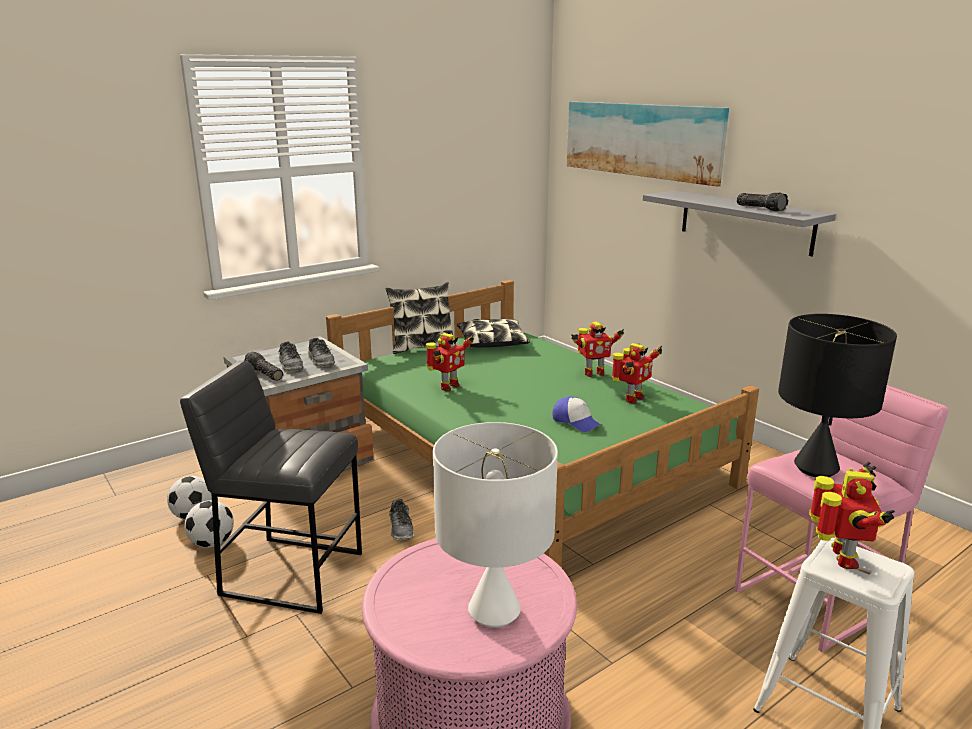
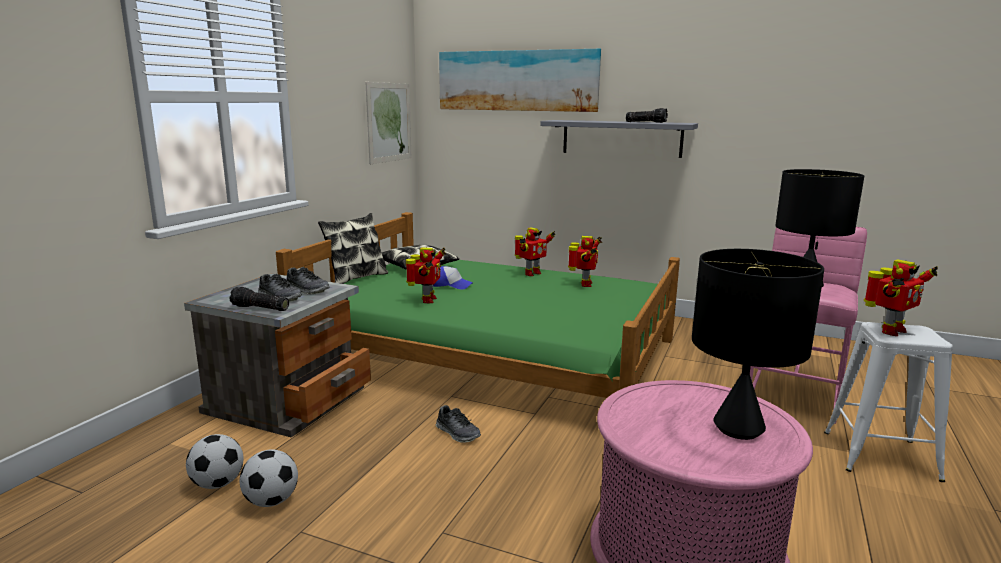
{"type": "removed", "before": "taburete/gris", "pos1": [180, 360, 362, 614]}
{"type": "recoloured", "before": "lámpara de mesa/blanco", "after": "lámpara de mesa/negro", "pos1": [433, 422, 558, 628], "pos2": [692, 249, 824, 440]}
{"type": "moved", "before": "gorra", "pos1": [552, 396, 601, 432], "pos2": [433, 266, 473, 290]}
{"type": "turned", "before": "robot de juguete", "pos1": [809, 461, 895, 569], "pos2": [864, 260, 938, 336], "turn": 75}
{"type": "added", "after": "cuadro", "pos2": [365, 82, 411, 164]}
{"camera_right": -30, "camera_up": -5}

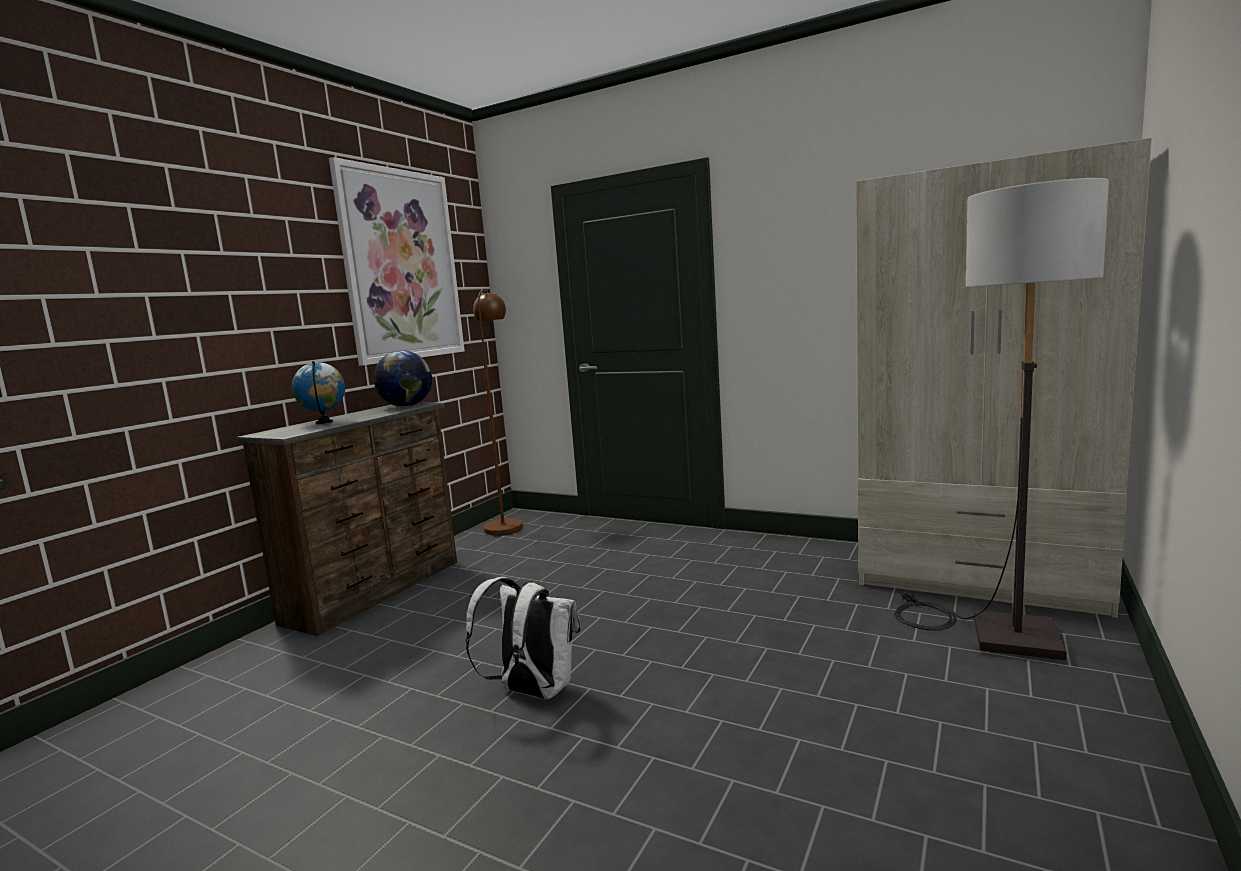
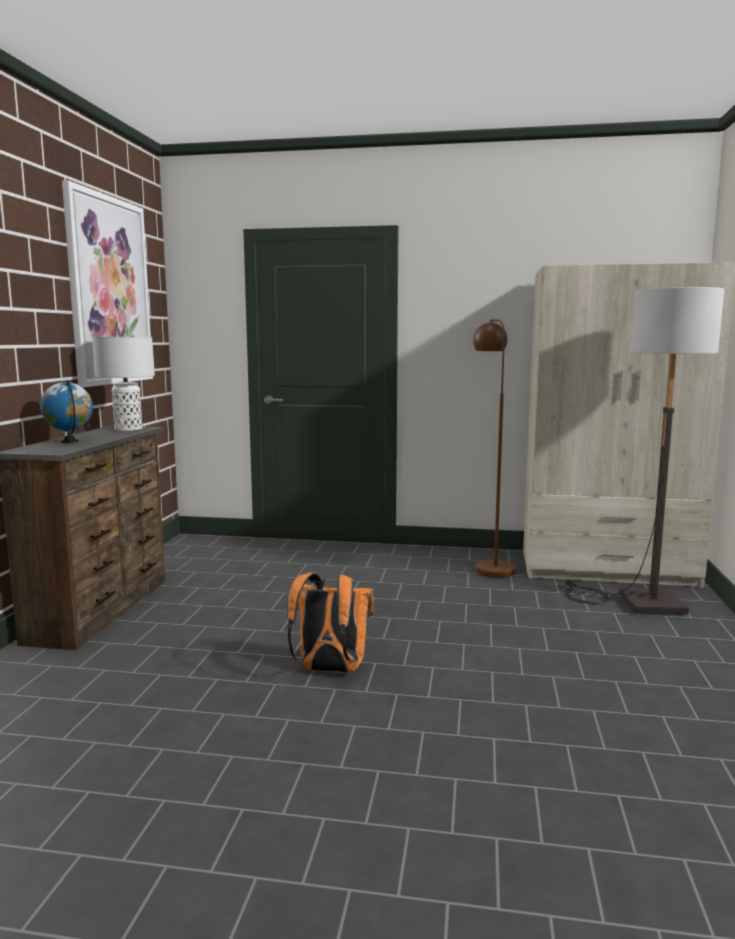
{"type": "replaced", "before": "globo terráqueo", "after": "lámpara de mesa/blanco", "pos1": [373, 350, 432, 407], "pos2": [92, 337, 155, 431]}
{"type": "recoloured", "before": "mochila/blanco", "after": "mochila/naranja", "pos1": [465, 577, 581, 699], "pos2": [287, 572, 374, 673]}
{"type": "moved", "before": "lámpara de pie/marrón", "pos1": [473, 290, 523, 536], "pos2": [473, 319, 516, 578]}
{"camera_right": -20, "camera_up": 0}

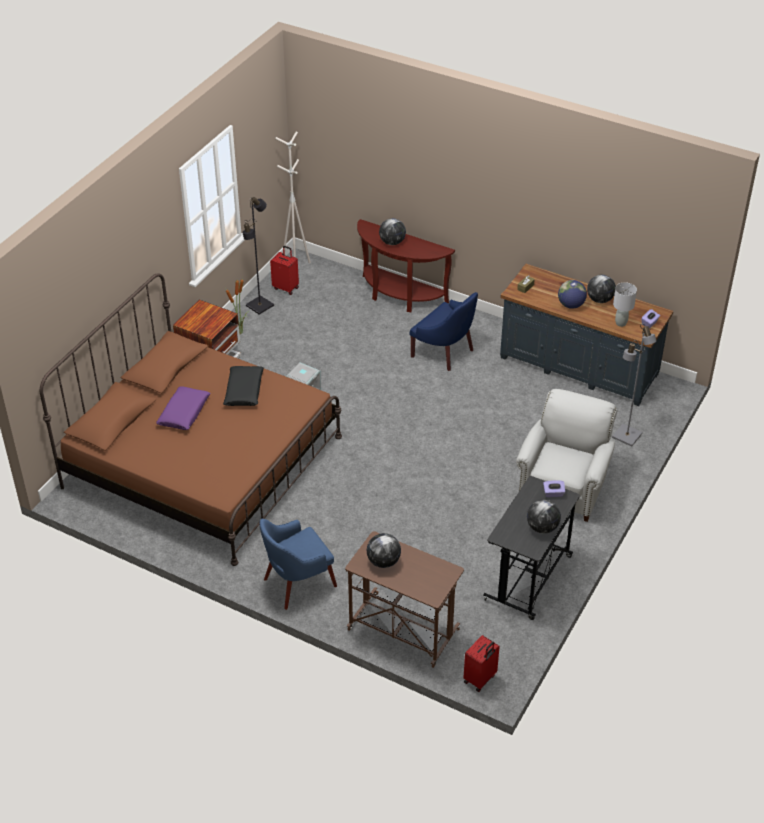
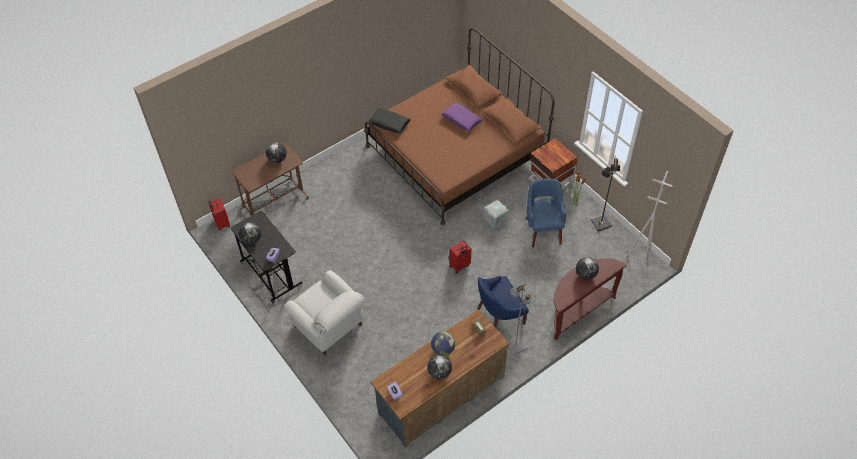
{"type": "moved", "before": "cojín/negro", "pos1": [223, 366, 264, 406], "pos2": [369, 108, 411, 134]}
{"type": "moved", "before": "sillón/azul", "pos1": [260, 519, 337, 610], "pos2": [526, 178, 566, 248]}
{"type": "moved", "before": "maleta/rojo", "pos1": [270, 246, 299, 295], "pos2": [449, 241, 472, 274]}
{"type": "moved", "before": "lámpara de pie/gris", "pos1": [612, 323, 657, 446], "pos2": [508, 283, 532, 356]}
{"type": "removed", "before": "lámpara de mesa/gris", "pos1": [613, 282, 637, 327]}
{"camera_right": 115, "camera_up": 10}

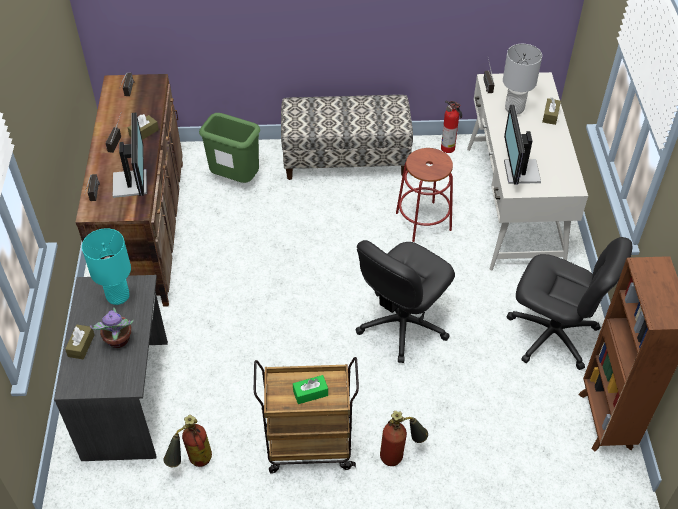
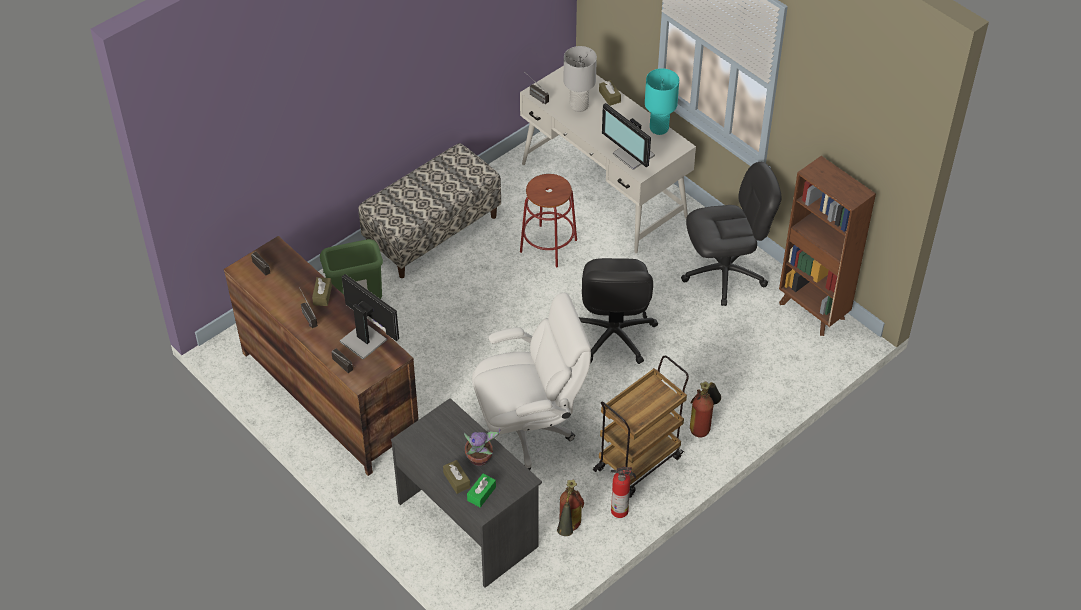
{"type": "moved", "before": "lámpara de mesa/turquesa", "pos1": [82, 228, 131, 305], "pos2": [645, 68, 679, 135]}
{"type": "moved", "before": "caja de pañuelos/verde", "pos1": [293, 375, 328, 404], "pos2": [467, 474, 496, 507]}
{"type": "moved", "before": "extintor", "pos1": [441, 100, 462, 153], "pos2": [611, 466, 636, 518]}
{"type": "added", "after": "silla de oficina/blanco", "pos2": [472, 293, 591, 470]}
{"camera_right": -40, "camera_up": 0}

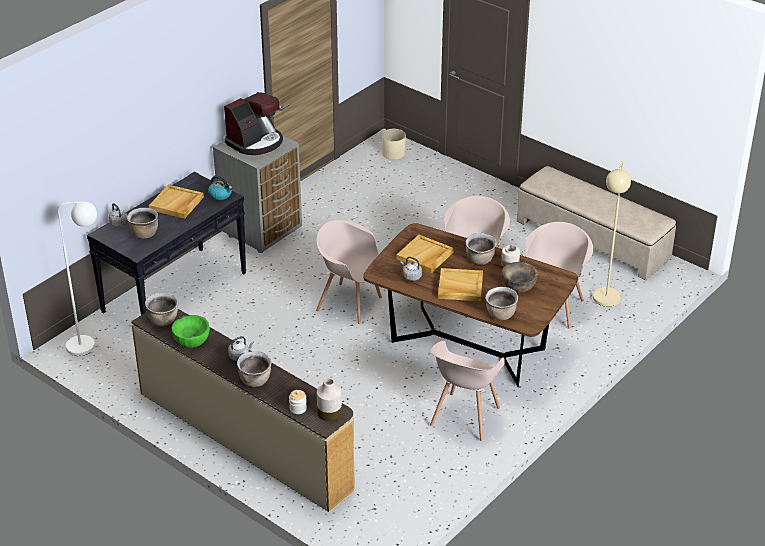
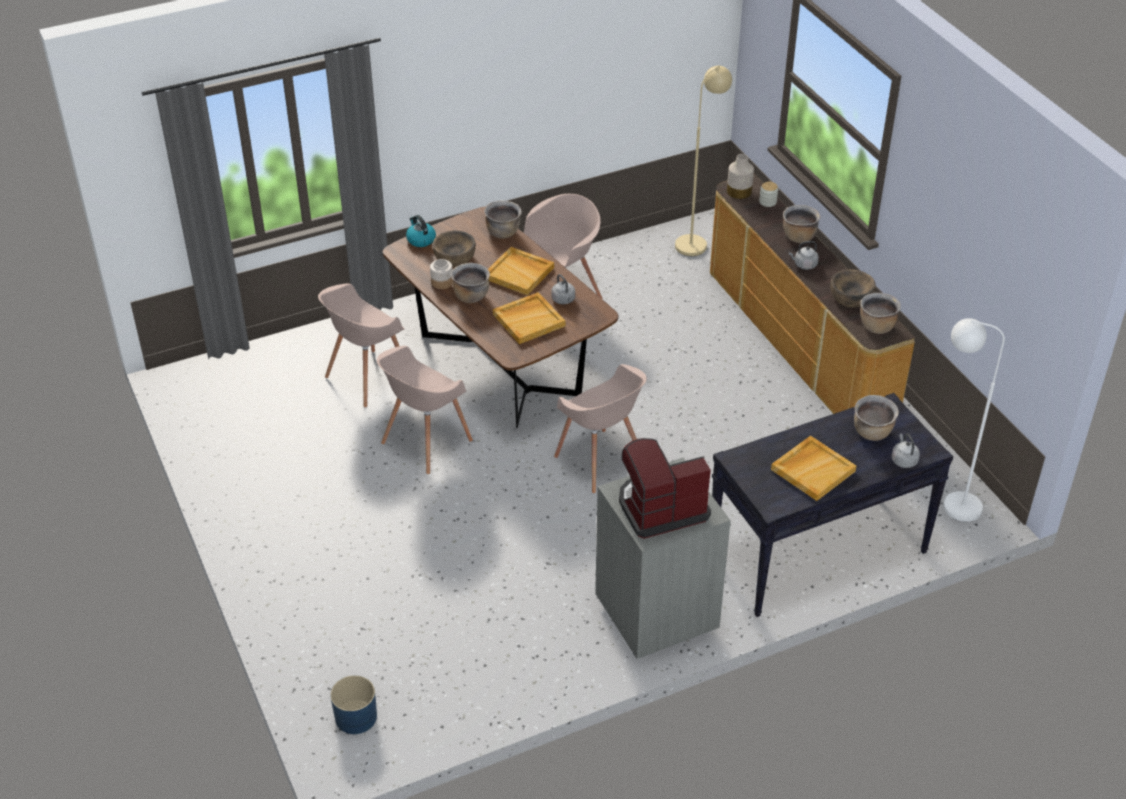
{"type": "recoloured", "before": "cuenco/verde", "after": "cuenco/marrón", "pos1": [171, 315, 210, 348], "pos2": [830, 269, 875, 308]}
{"type": "moved", "before": "hervidor", "pos1": [208, 175, 232, 200], "pos2": [406, 215, 436, 247]}
{"type": "recoloured", "before": "maceta/beis", "after": "maceta/azul", "pos1": [382, 129, 406, 160], "pos2": [330, 675, 377, 734]}
{"type": "removed", "before": "banco/beis", "pos1": [517, 166, 676, 280]}
{"type": "moved", "before": "lámpara de pie/beis", "pos1": [593, 161, 631, 307], "pos2": [675, 65, 732, 256]}
{"camera_right": -155, "camera_up": 5}

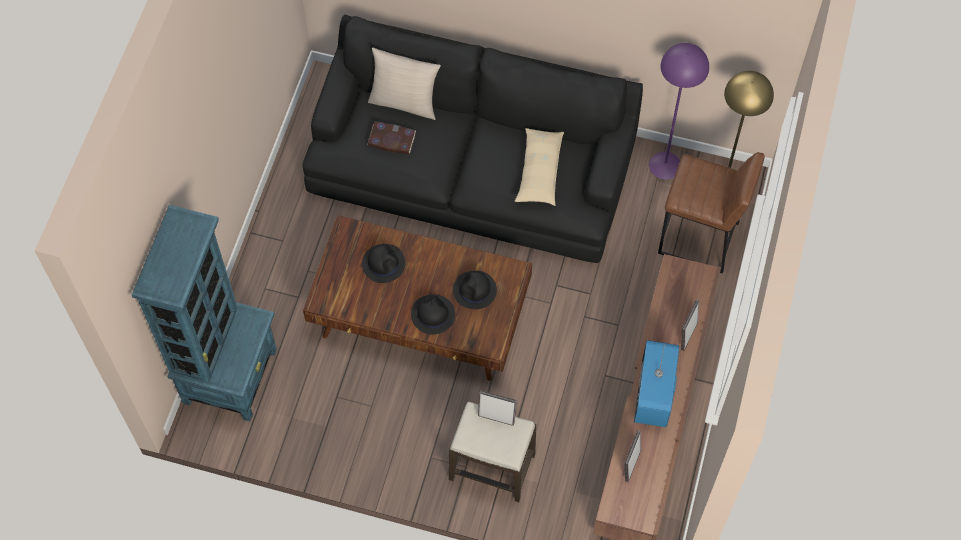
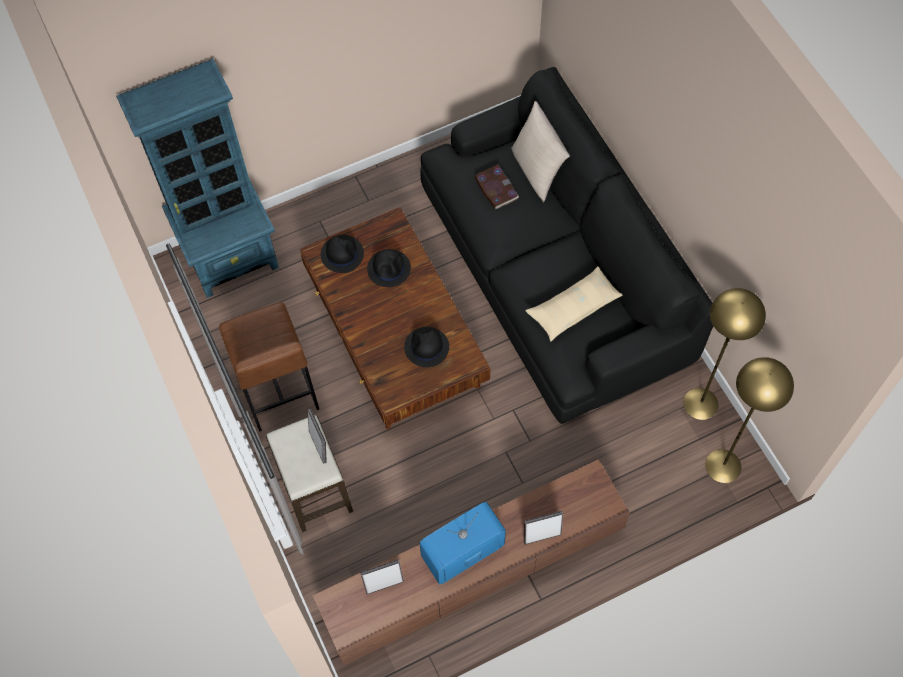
{"type": "moved", "before": "sombrero/negro", "pos1": [411, 294, 455, 334], "pos2": [321, 235, 364, 273]}
{"type": "recoloured", "before": "lámpara de pie/morado", "after": "lámpara de pie/amarillo", "pos1": [649, 43, 709, 180], "pos2": [683, 288, 766, 420]}
{"type": "moved", "before": "taburete/marrón", "pos1": [658, 152, 765, 274], "pos2": [219, 302, 319, 432]}
{"camera_right": 50, "camera_up": 0}

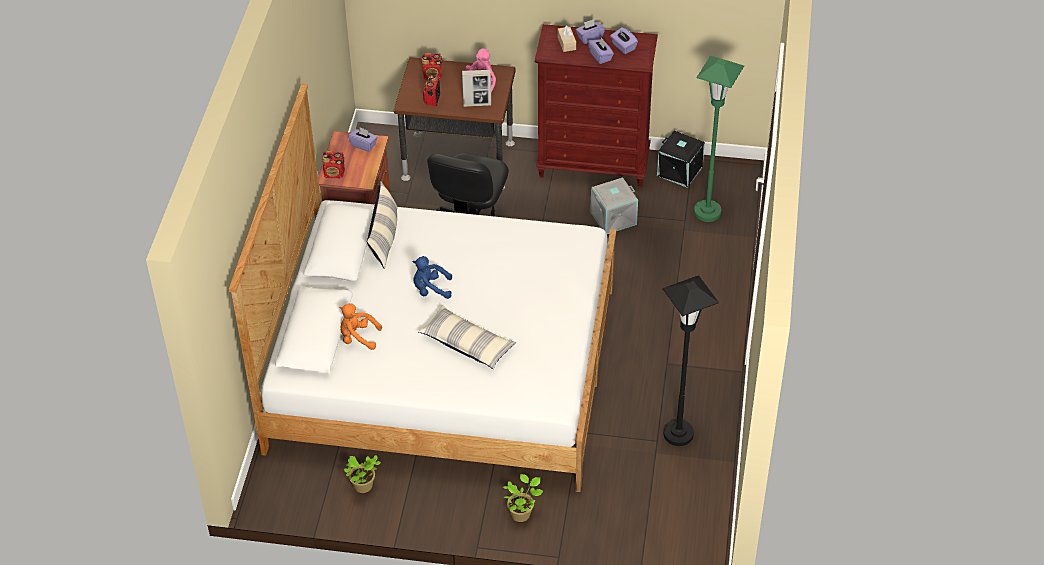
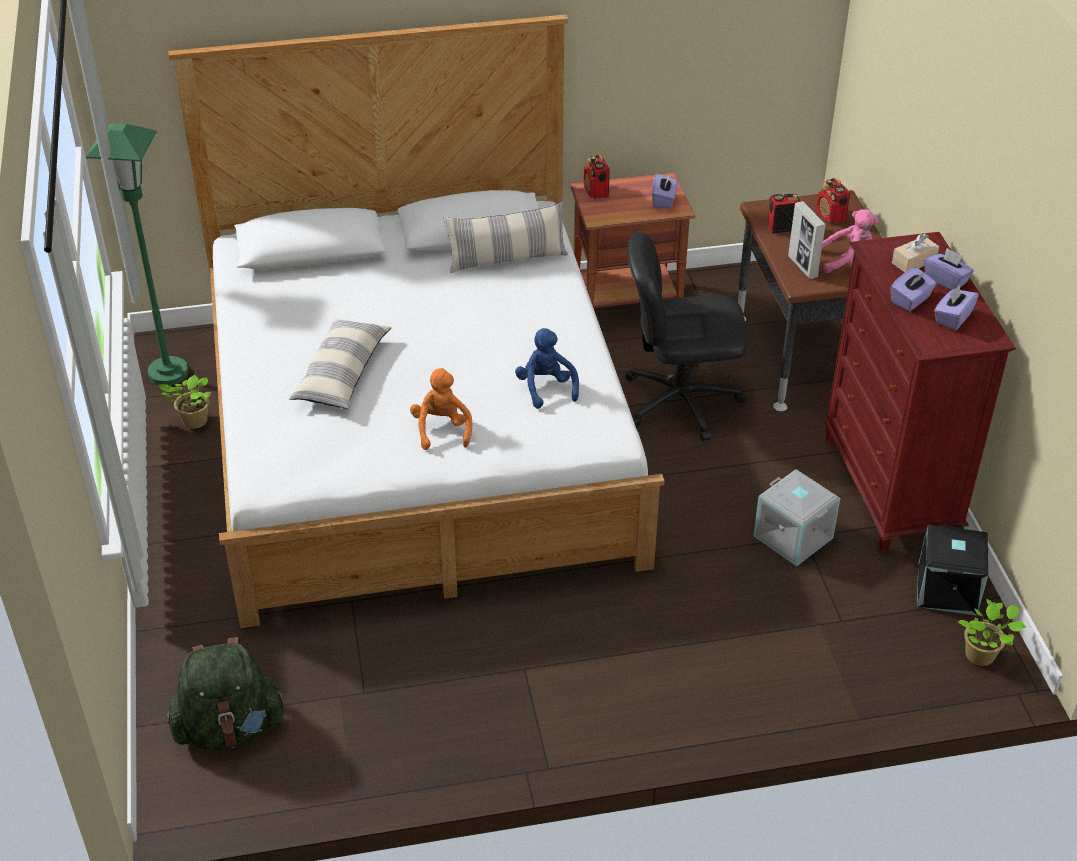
{"type": "moved", "before": "peluche/naranja", "pos1": [340, 303, 382, 350], "pos2": [410, 368, 473, 450]}
{"type": "moved", "before": "peluche/azul", "pos1": [413, 256, 452, 299], "pos2": [515, 328, 579, 409]}
{"type": "moved", "before": "planta en maceta", "pos1": [503, 474, 543, 522], "pos2": [958, 599, 1026, 666]}
{"type": "removed", "before": "lámpara de pie/negro", "pos1": [663, 275, 719, 446]}
{"type": "moved", "before": "lámpara de pie/verde", "pos1": [694, 56, 744, 222], "pos2": [86, 123, 188, 386]}
{"type": "added", "after": "mochila/verde", "pos2": [167, 637, 286, 750]}
{"camera_right": 70, "camera_up": -5}

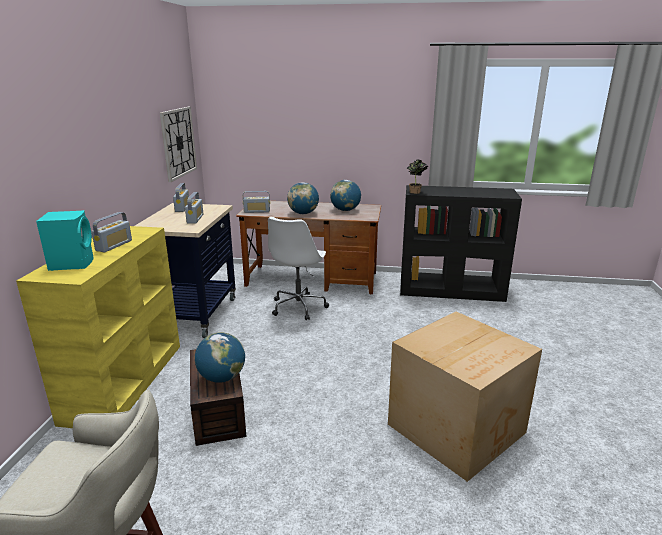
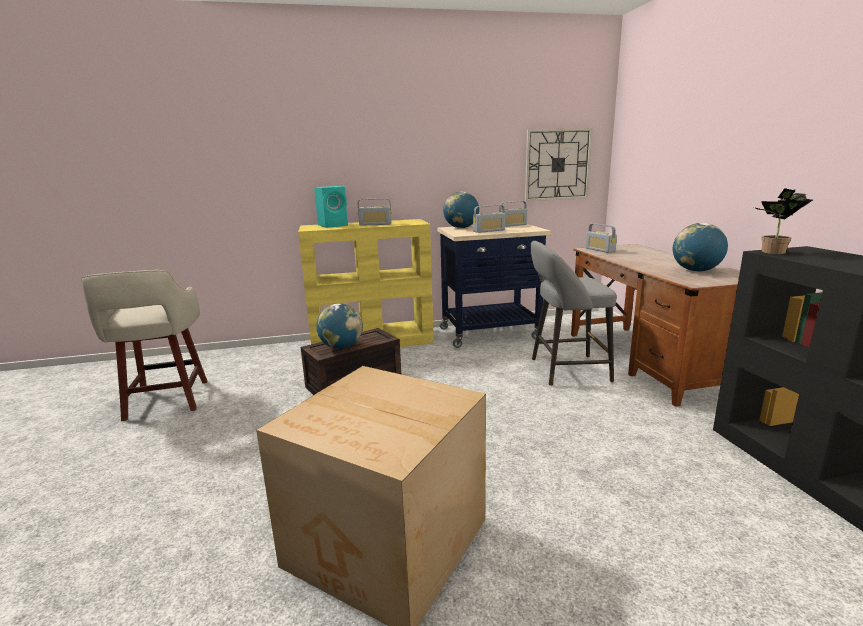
{"type": "replaced", "before": "silla de oficina/blanco", "after": "taburete/gris", "pos1": [268, 217, 329, 320], "pos2": [530, 241, 616, 386]}
{"type": "moved", "before": "globo terráqueo", "pos1": [287, 182, 319, 214], "pos2": [443, 192, 479, 228]}
{"camera_right": 70, "camera_up": -5}

